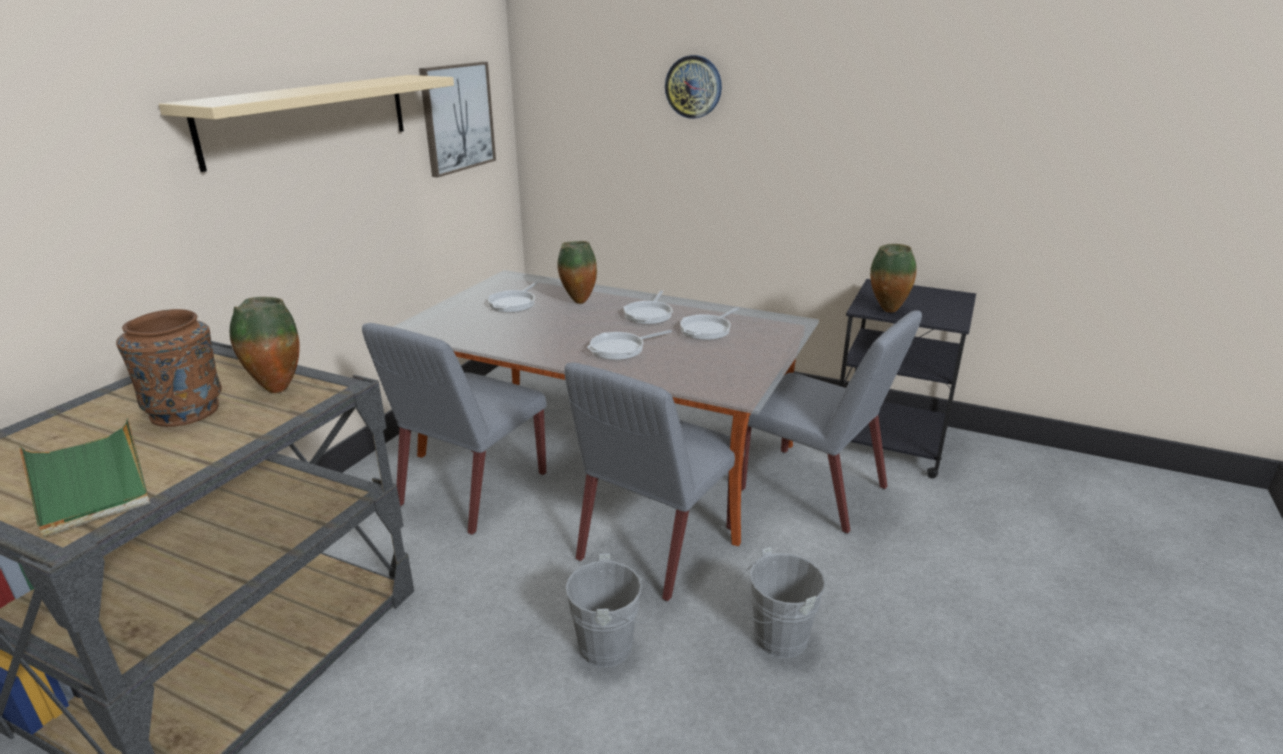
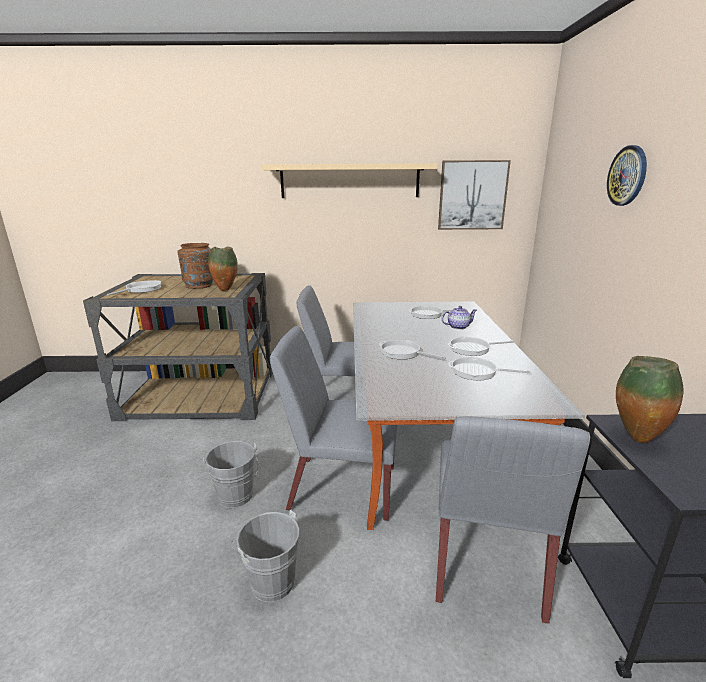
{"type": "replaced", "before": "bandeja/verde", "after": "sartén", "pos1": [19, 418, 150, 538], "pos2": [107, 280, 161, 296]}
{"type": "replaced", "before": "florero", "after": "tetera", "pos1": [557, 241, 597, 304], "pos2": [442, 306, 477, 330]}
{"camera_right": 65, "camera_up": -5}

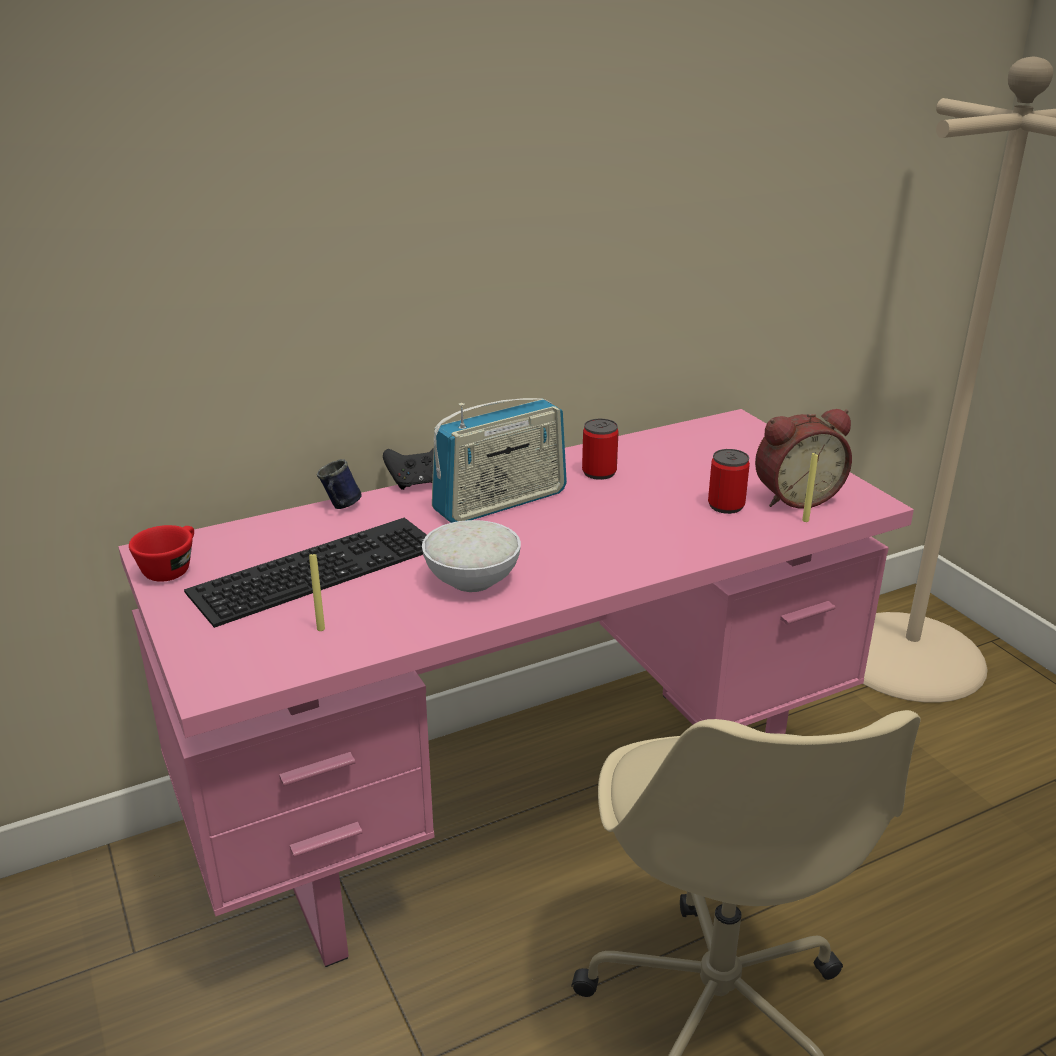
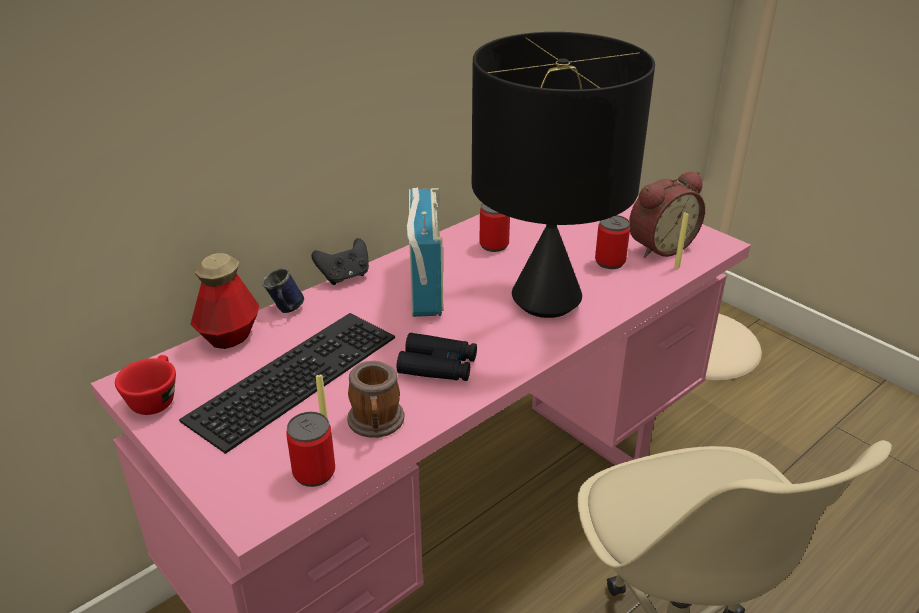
{"type": "replaced", "before": "cuenco/blanco", "after": "prismáticos/negro", "pos1": [422, 520, 521, 592], "pos2": [397, 333, 477, 381]}
{"type": "turned", "before": "radio", "pos1": [432, 398, 567, 523], "pos2": [407, 187, 443, 317], "turn": -45}
{"type": "added", "after": "botella", "pos2": [190, 253, 259, 349]}
{"type": "added", "after": "lata", "pos2": [286, 412, 335, 487]}
{"type": "added", "after": "taza grande", "pos2": [347, 361, 404, 438]}
{"type": "added", "after": "lámpara de mesa/negro", "pos2": [472, 32, 655, 318]}
{"camera_right": -15, "camera_up": 5}

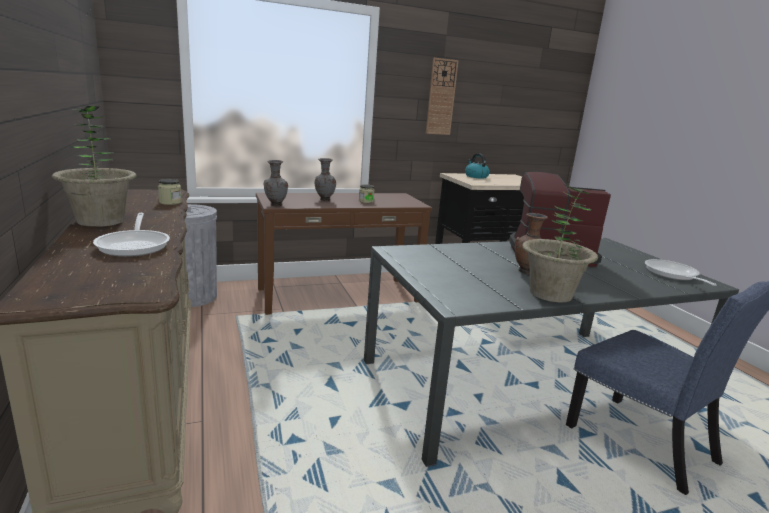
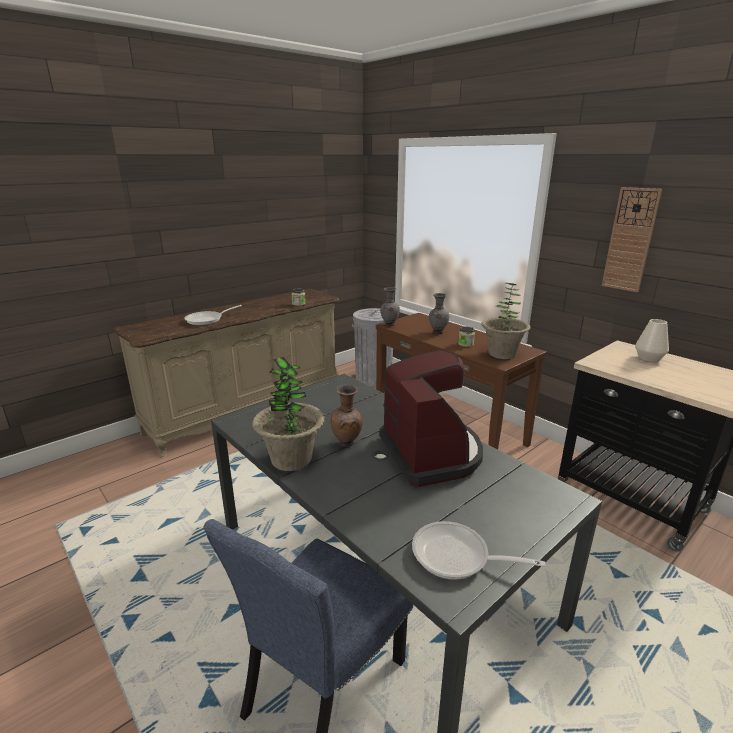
{"type": "moved", "before": "planta en maceta", "pos1": [52, 106, 137, 227], "pos2": [481, 283, 531, 359]}
{"type": "replaced", "before": "hervidor", "after": "florero/blanco", "pos1": [465, 153, 490, 178], "pos2": [635, 319, 669, 362]}
{"type": "turned", "before": "sartén", "pos1": [645, 259, 717, 286], "pos2": [412, 521, 545, 580], "turn": -135}
{"camera_right": 70, "camera_up": 5}

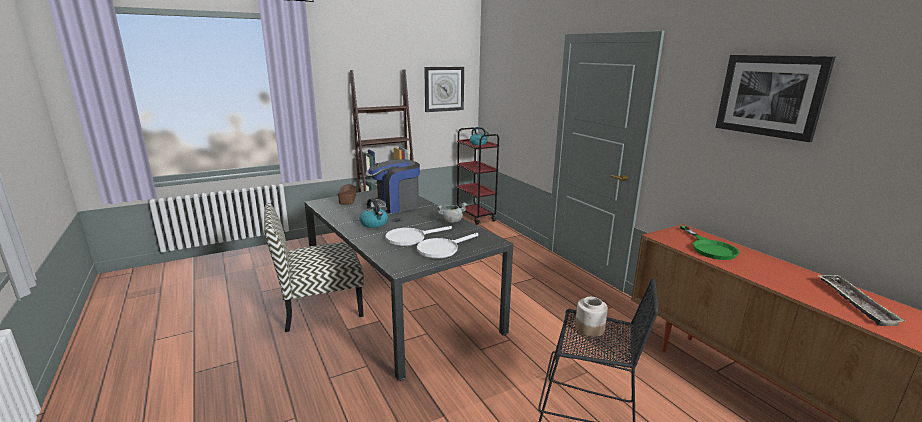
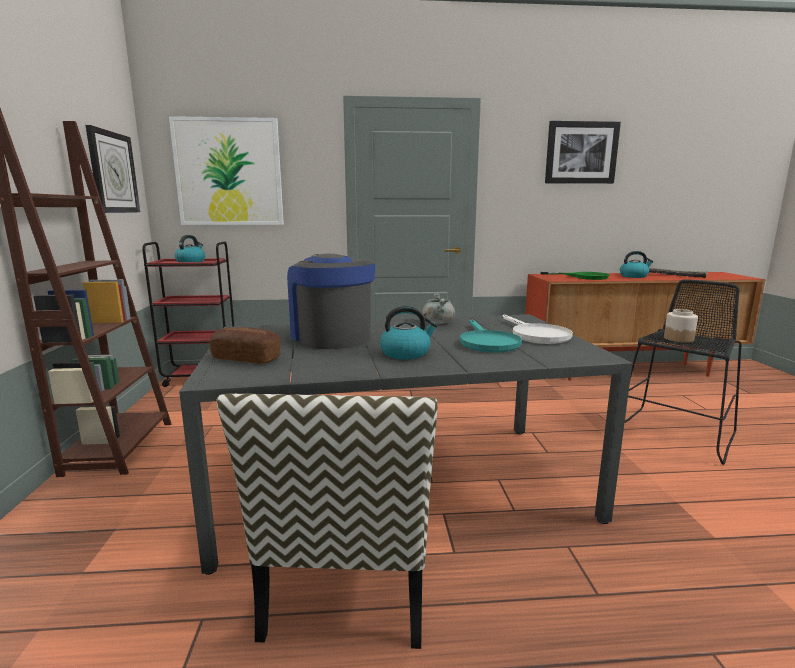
{"type": "turned", "before": "cafetera", "pos1": [366, 159, 420, 213], "pos2": [287, 254, 376, 349], "turn": 150}
{"type": "recoloured", "before": "sartén/blanco", "after": "sartén/turquesa", "pos1": [386, 226, 452, 246], "pos2": [460, 319, 522, 353]}
{"type": "added", "after": "cuadro", "pos2": [169, 116, 284, 225]}
{"type": "added", "after": "hervidor", "pos2": [620, 251, 653, 278]}
{"camera_right": -65, "camera_up": -5}

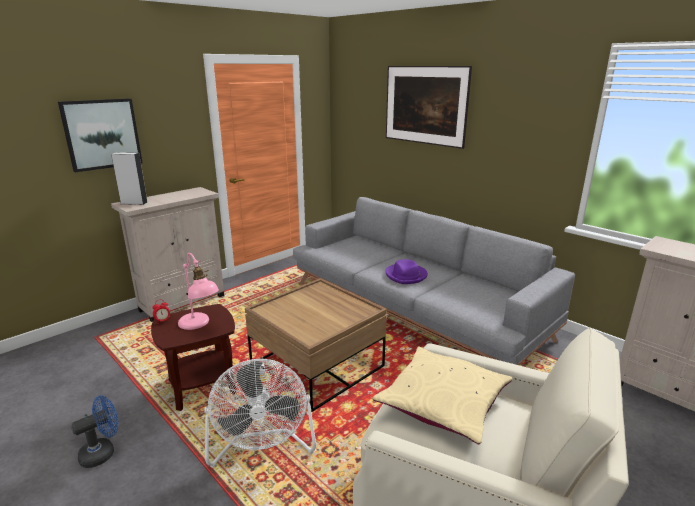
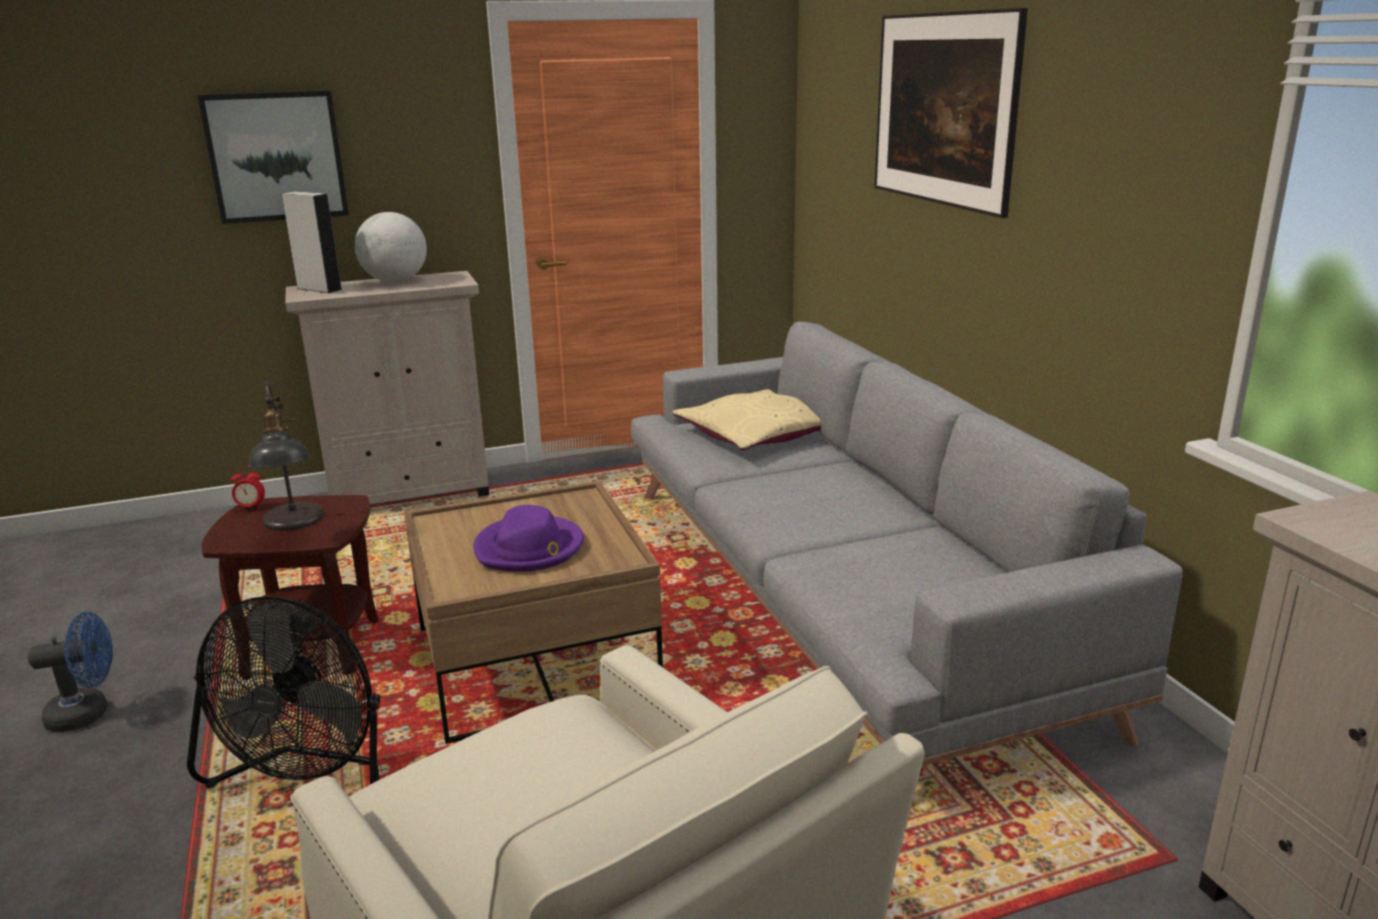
{"type": "recoloured", "before": "lámpara de mesa/rosa", "after": "lámpara de mesa/gris", "pos1": [178, 253, 219, 330], "pos2": [248, 381, 324, 531]}
{"type": "recoloured", "before": "ventilador/blanco", "after": "ventilador/negro", "pos1": [204, 358, 316, 468], "pos2": [187, 596, 380, 789]}
{"type": "moved", "before": "cojín/beis", "pos1": [373, 346, 513, 444], "pos2": [672, 389, 821, 450]}
{"type": "moved", "before": "sombrero/morado", "pos1": [385, 259, 428, 284], "pos2": [474, 505, 584, 572]}
{"type": "added", "after": "globo terráqueo", "pos2": [355, 212, 427, 283]}
{"camera_right": 25, "camera_up": 0}

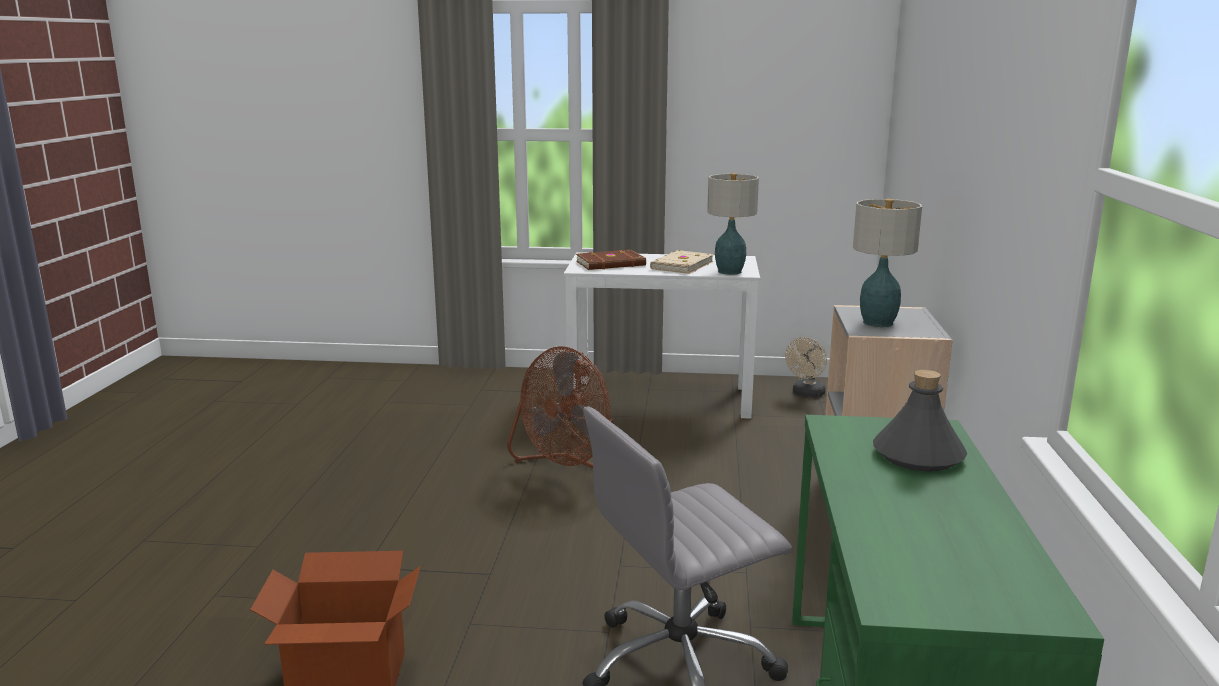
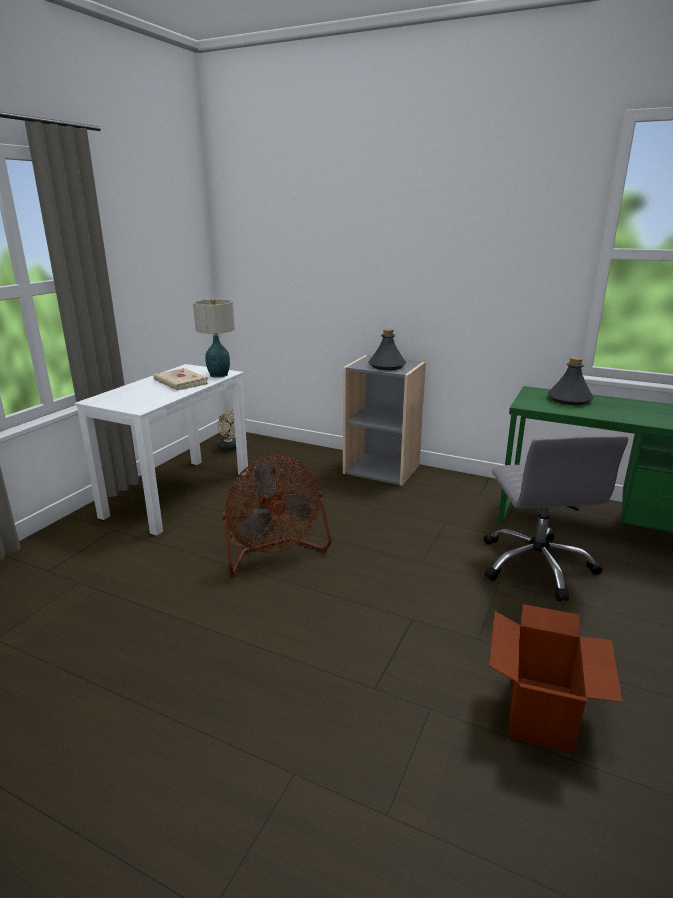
{"type": "removed", "before": "libro/marrón", "pos1": [576, 250, 646, 270]}
{"type": "replaced", "before": "lámpara de mesa", "after": "botella/gris", "pos1": [853, 199, 922, 327], "pos2": [369, 329, 406, 370]}
{"camera_right": -70, "camera_up": 5}

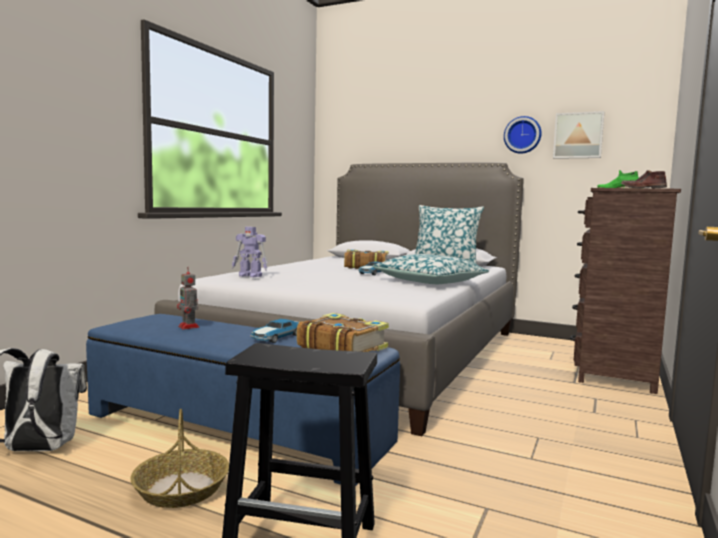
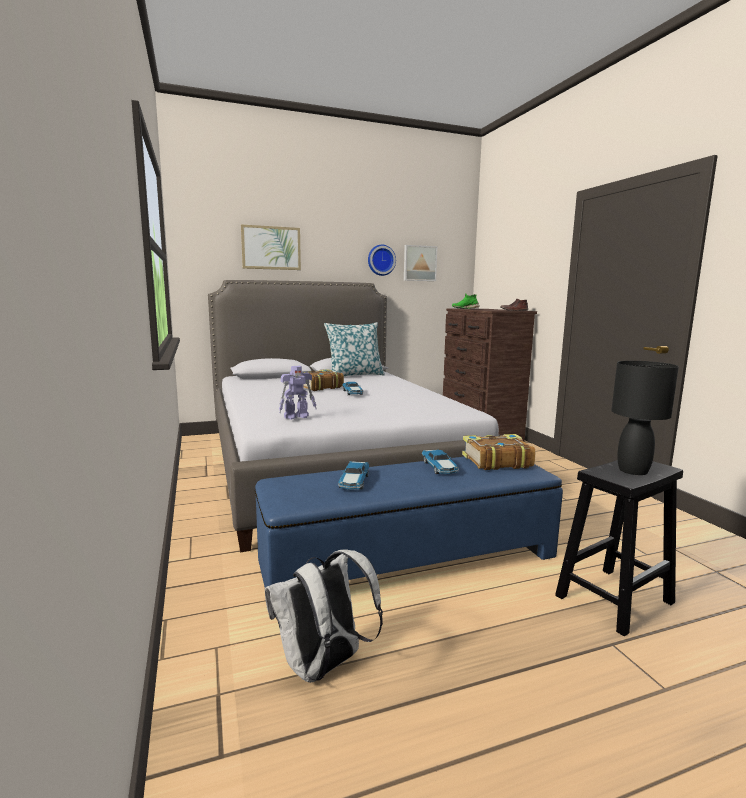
{"type": "removed", "before": "cesta", "pos1": [130, 409, 229, 508]}
{"type": "replaced", "before": "robot de juguete", "after": "coche de juguete", "pos1": [177, 267, 199, 330], "pos2": [338, 461, 369, 490]}
{"type": "removed", "before": "cojín", "pos1": [372, 254, 489, 284]}
{"type": "added", "after": "cuadro", "pos2": [241, 224, 301, 270]}
{"type": "added", "after": "lámpara de mesa/negro", "pos2": [611, 361, 679, 475]}
{"camera_right": -45, "camera_up": 5}

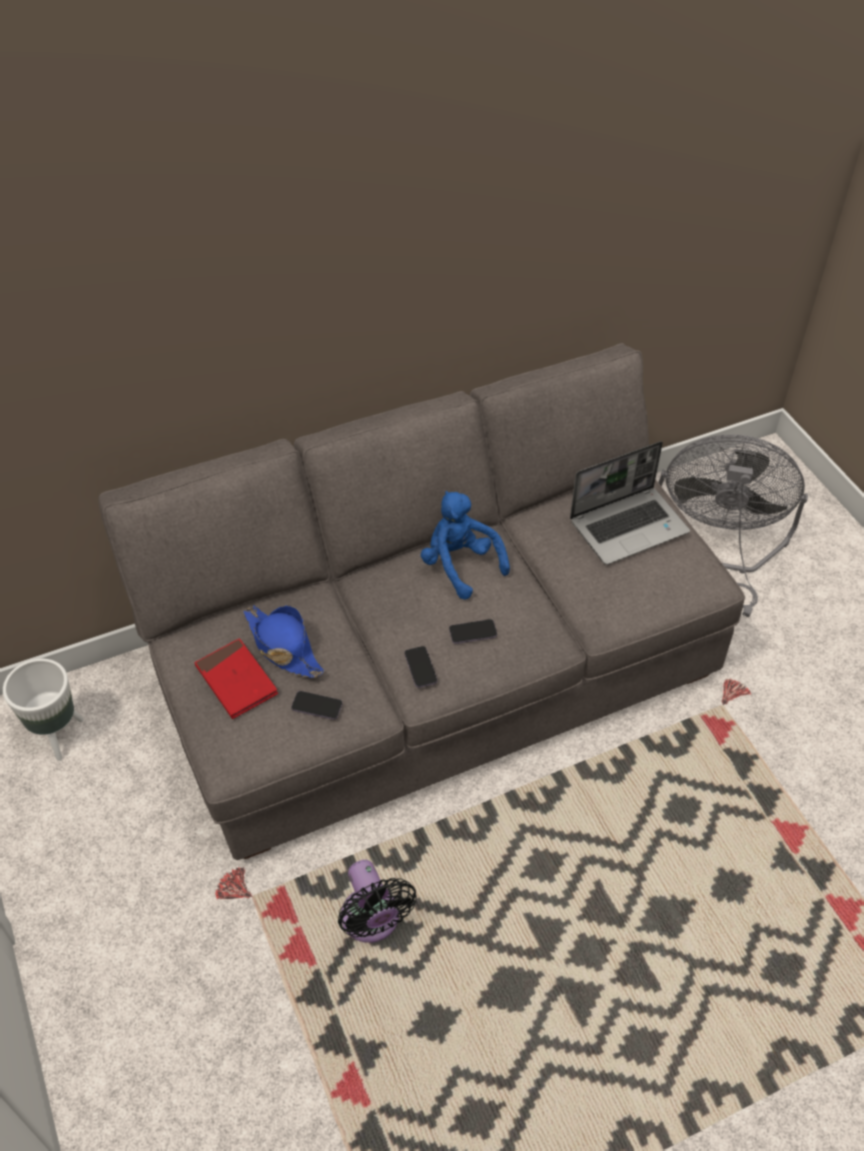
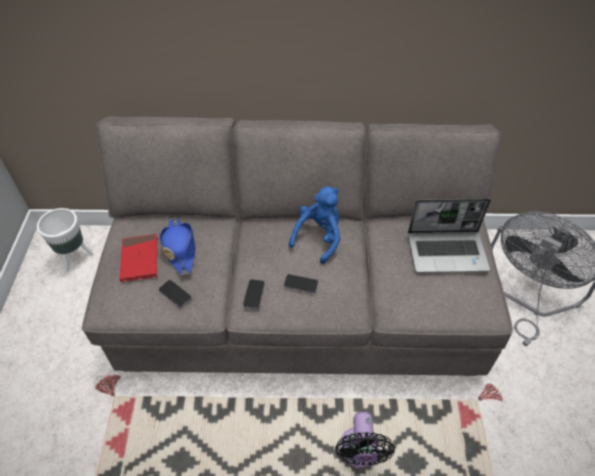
{"type": "moved", "before": "ventilador/negro", "pos1": [338, 860, 417, 943], "pos2": [335, 412, 395, 468]}
{"type": "turned", "before": "peluche/azul", "pos1": [421, 491, 510, 600], "pos2": [289, 187, 341, 264], "turn": 45}
{"camera_right": 25, "camera_up": 0}

